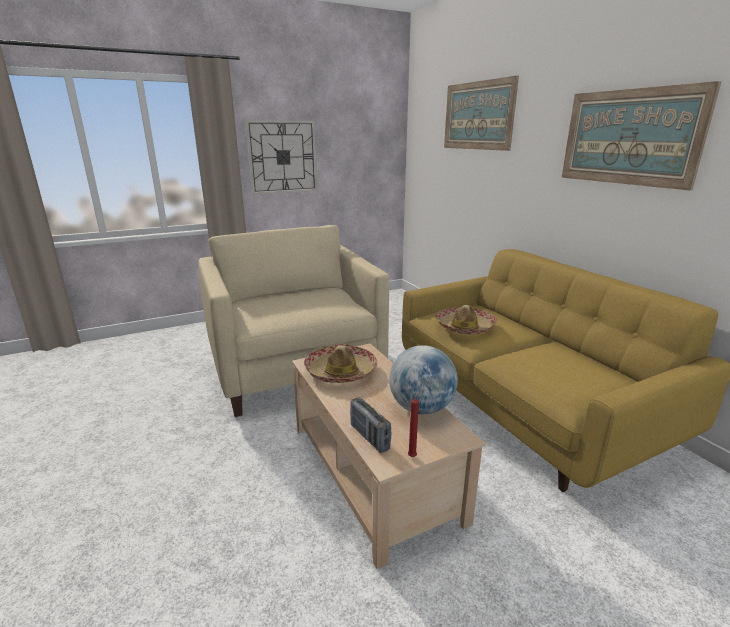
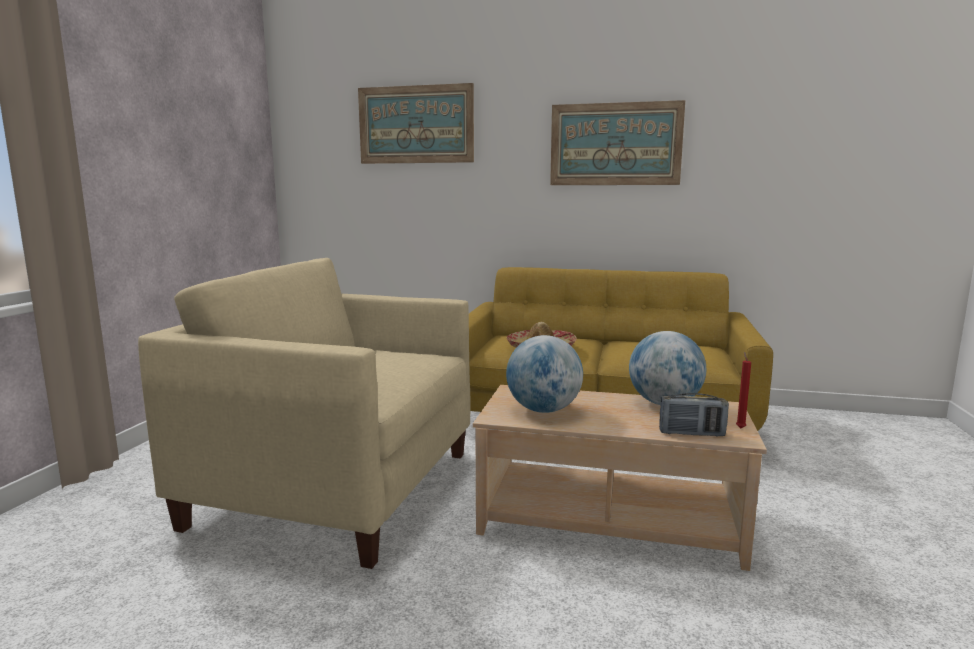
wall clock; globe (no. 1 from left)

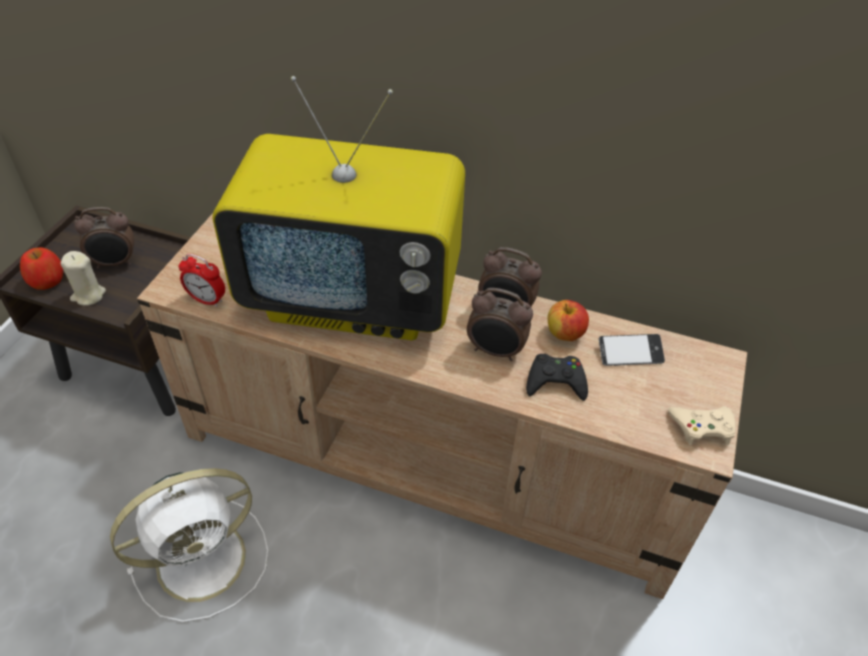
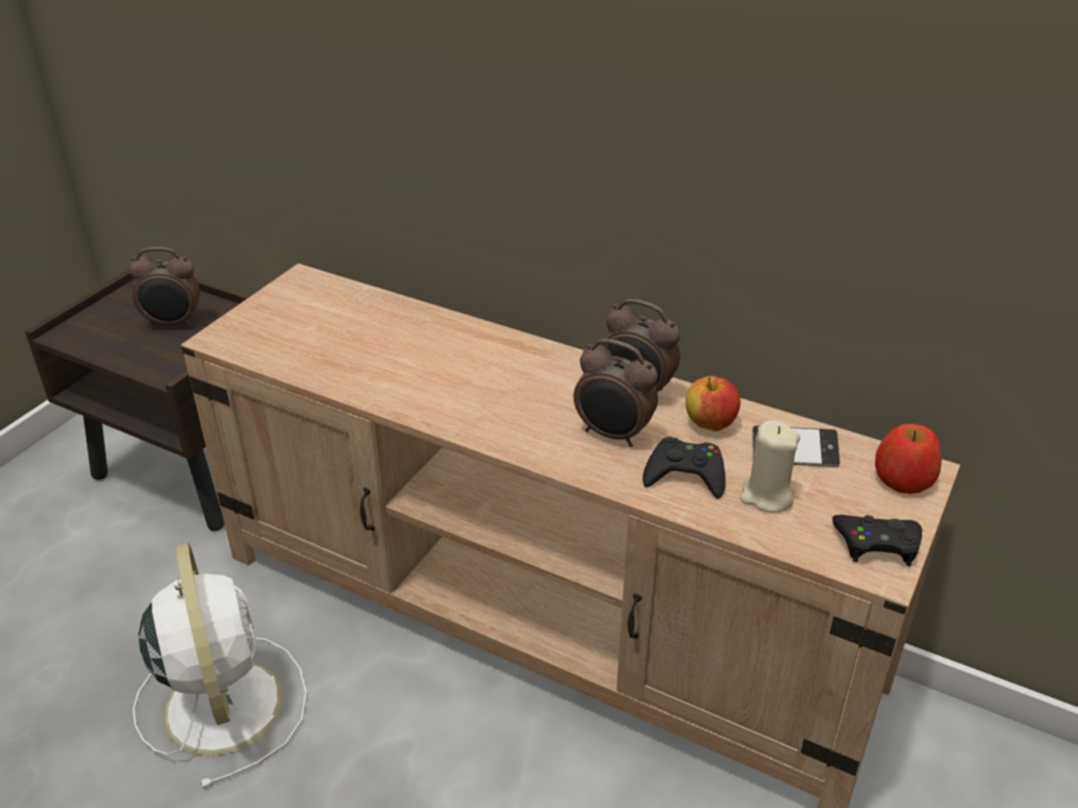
apple (no. 2 from left); candle in beige; fan in white; alarm clock (no. 2 from left in the first image); television; game controller in black (no. 2 from left)

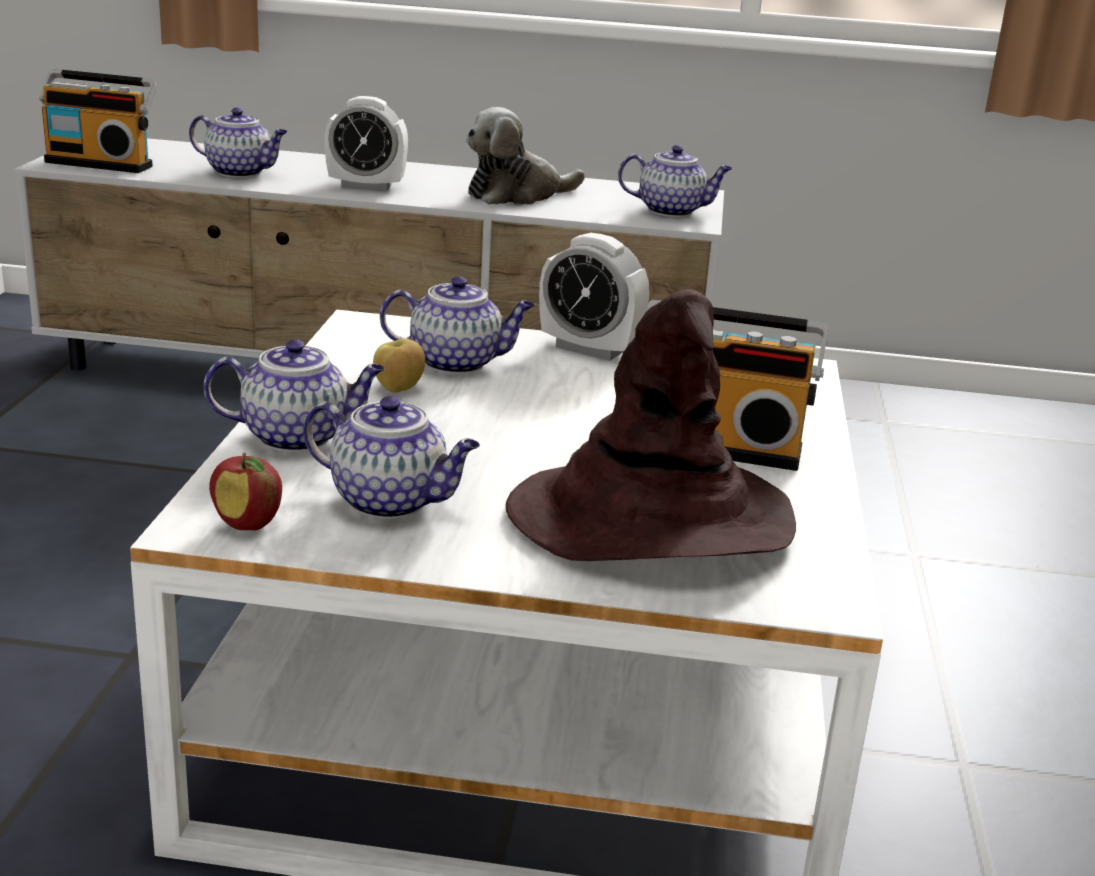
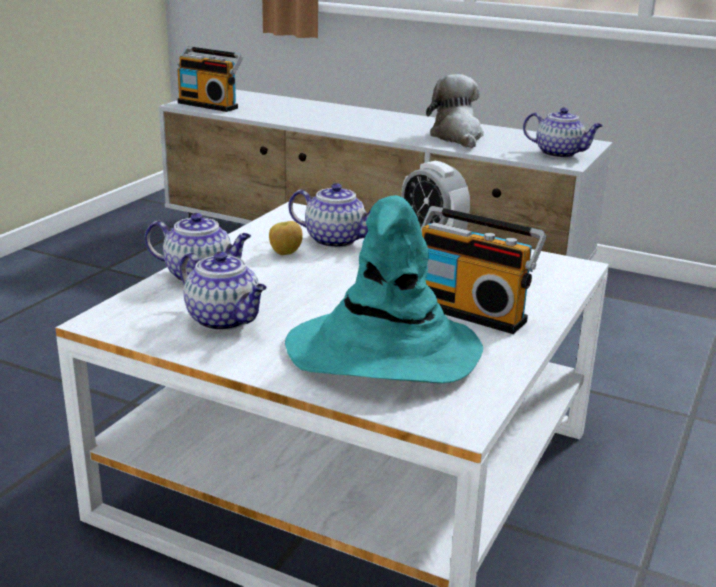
teapot (no. 1 from left in the first image); apple (no. 1 from left in the first image); alarm clock (no. 1 from left in the first image); plush toy; hat in turquoise

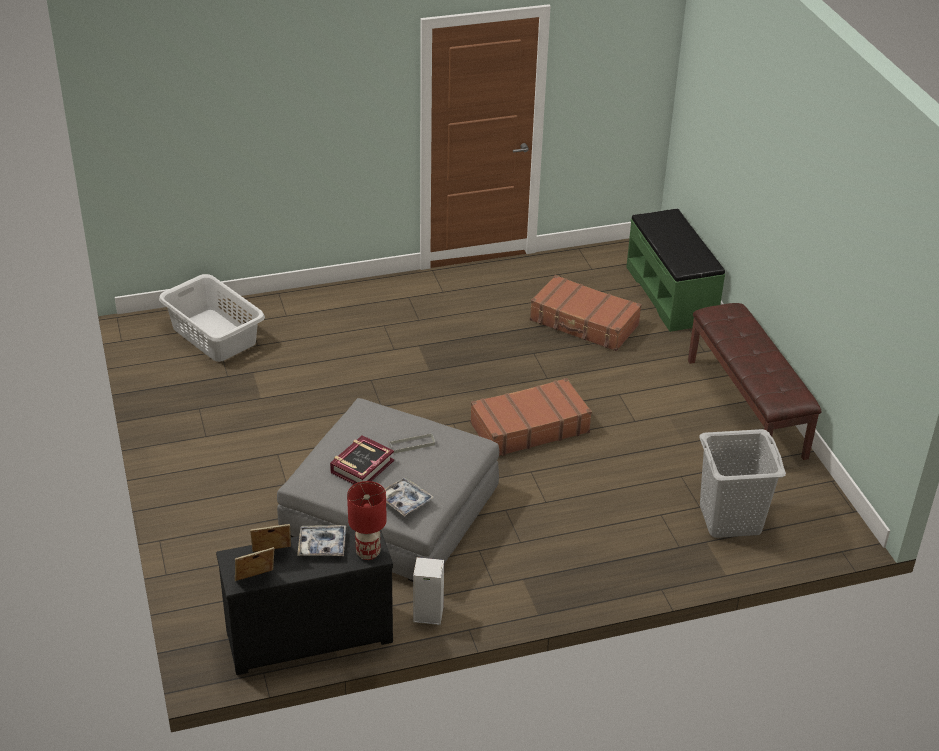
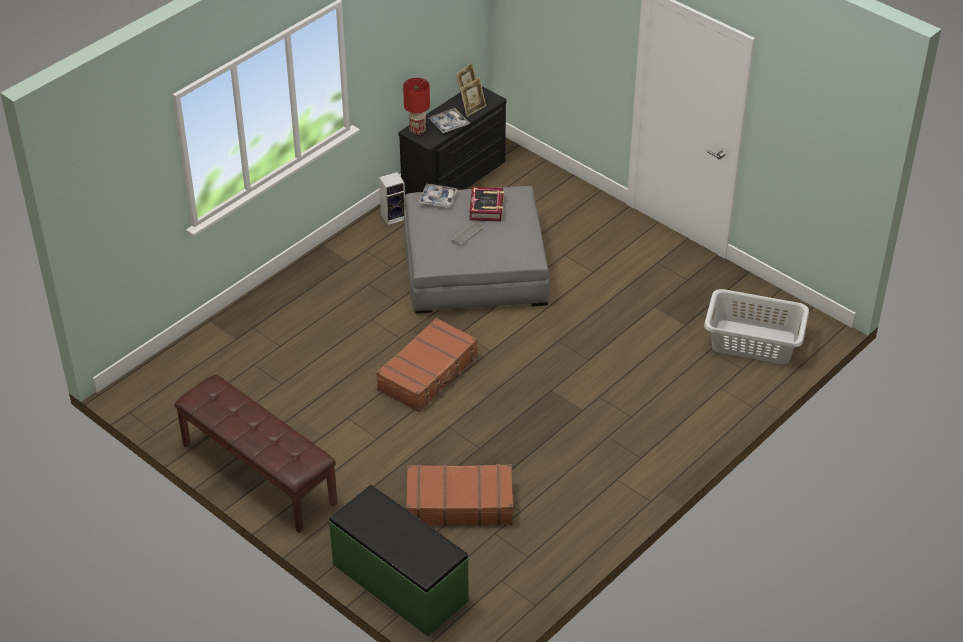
laundry basket in grey (no. 2 from left in the first image)

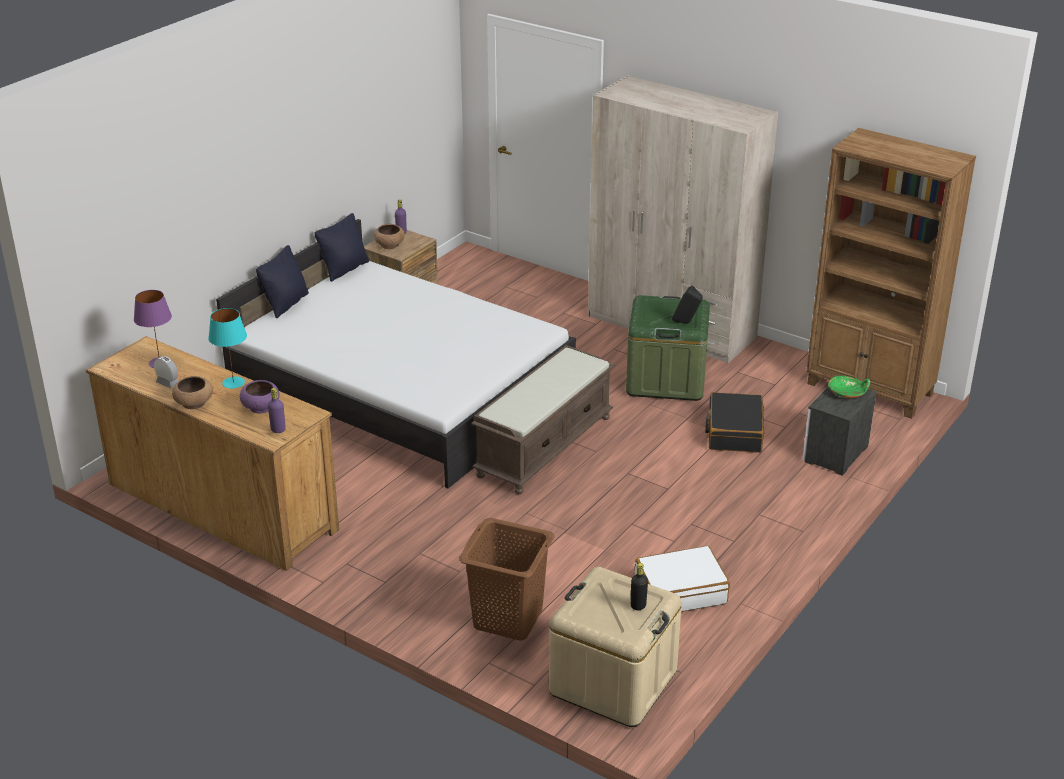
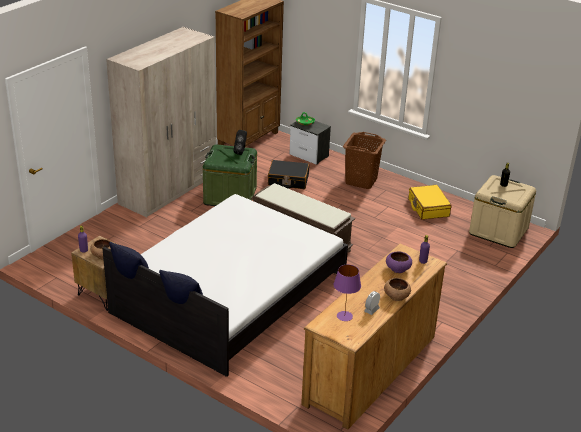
table lamp in turquoise; laundry basket in brown; suitcase in yellow

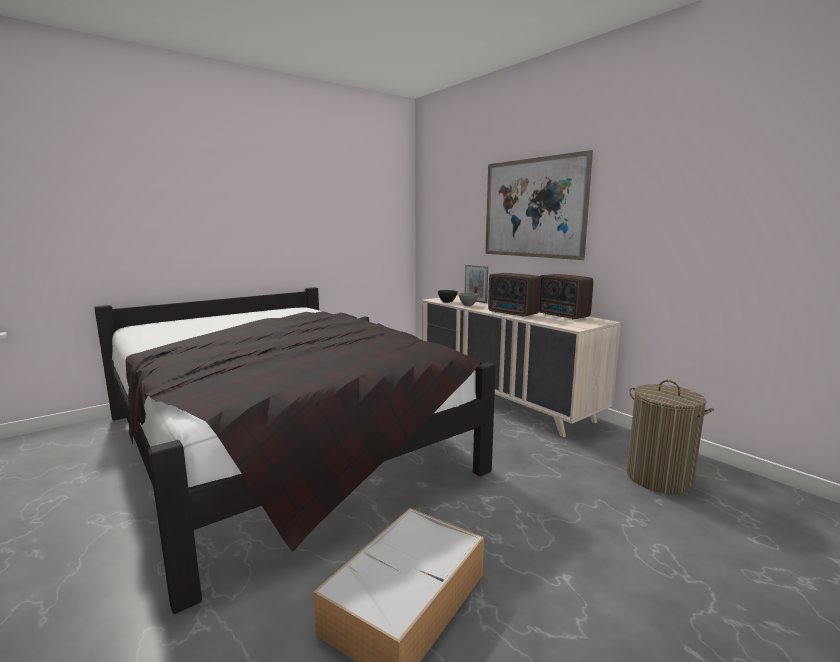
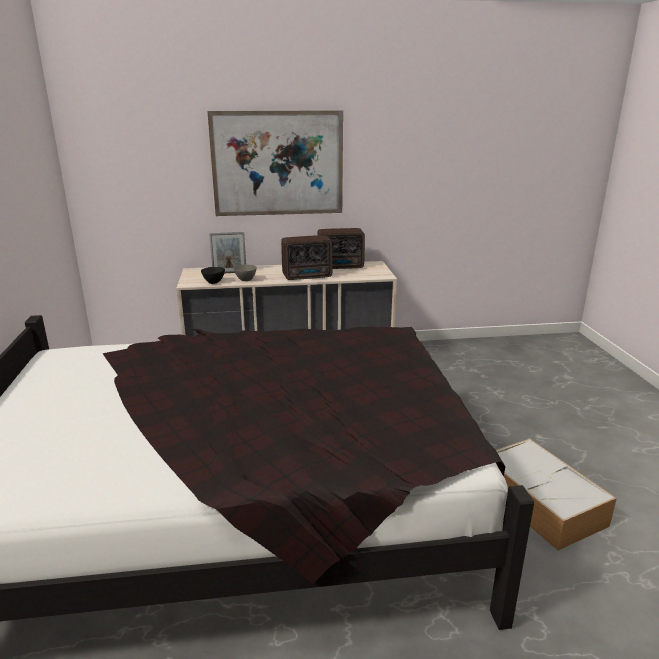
laundry basket

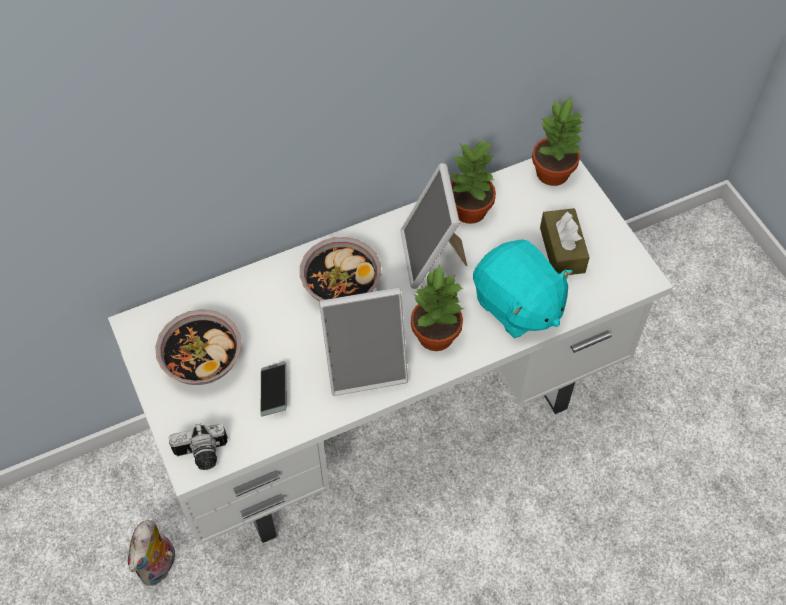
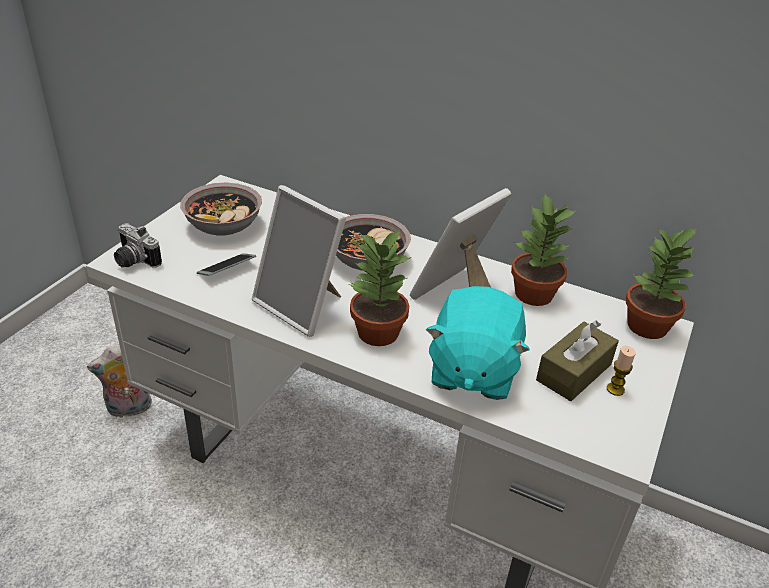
candle

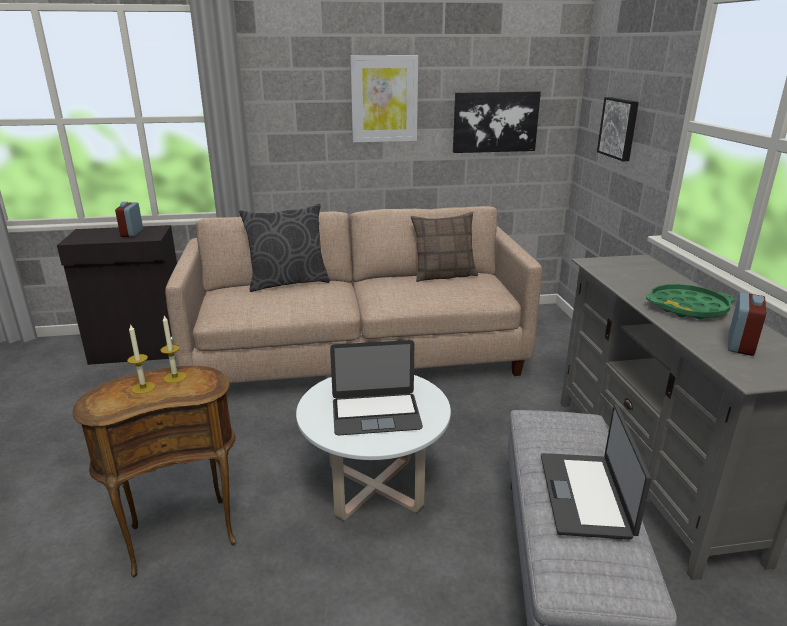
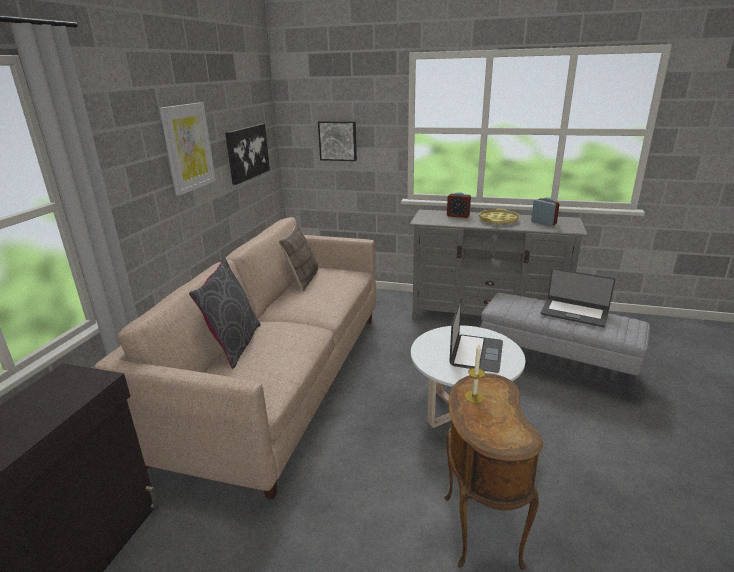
alarm clock (no. 1 from left); candle (no. 1 from left in the first image); tray in yellow

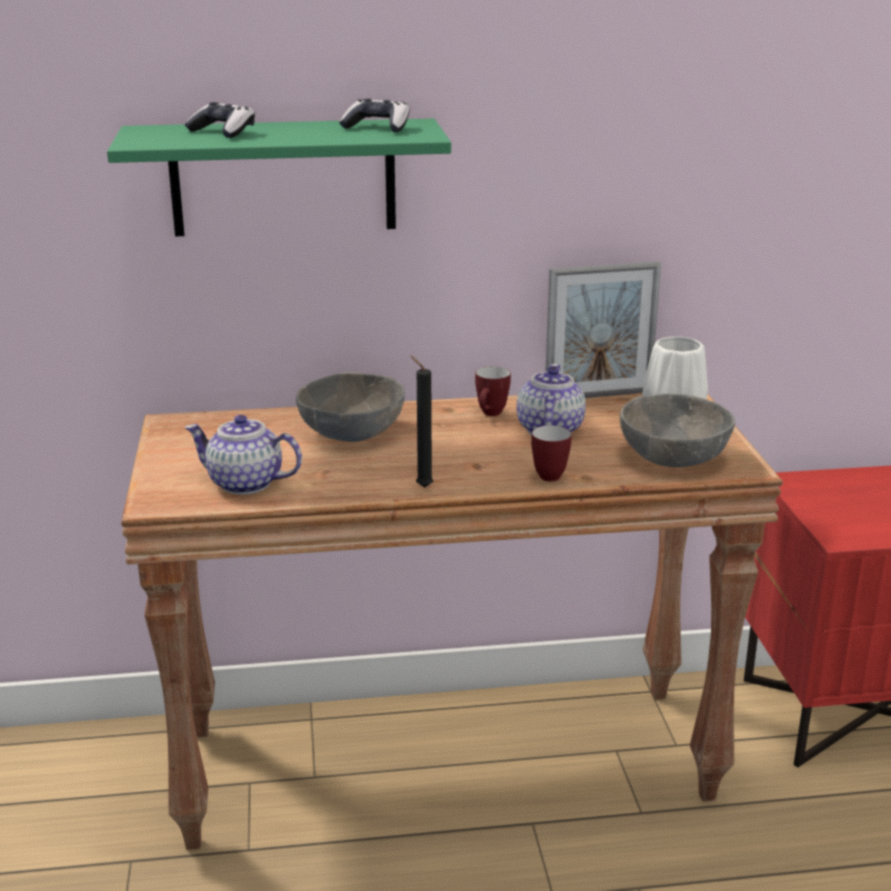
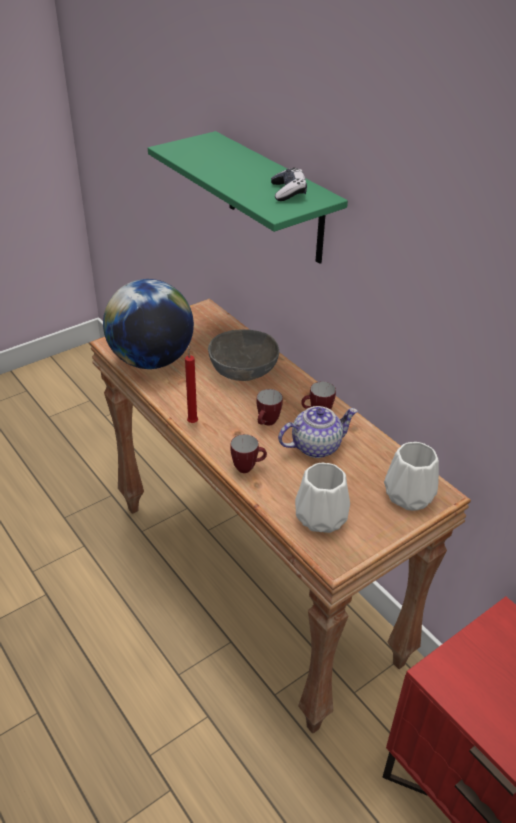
game controller (no. 1 from left in the first image); globe; candle in red; picture frame; vase in white (no. 1 from left); mug (no. 2 from left)

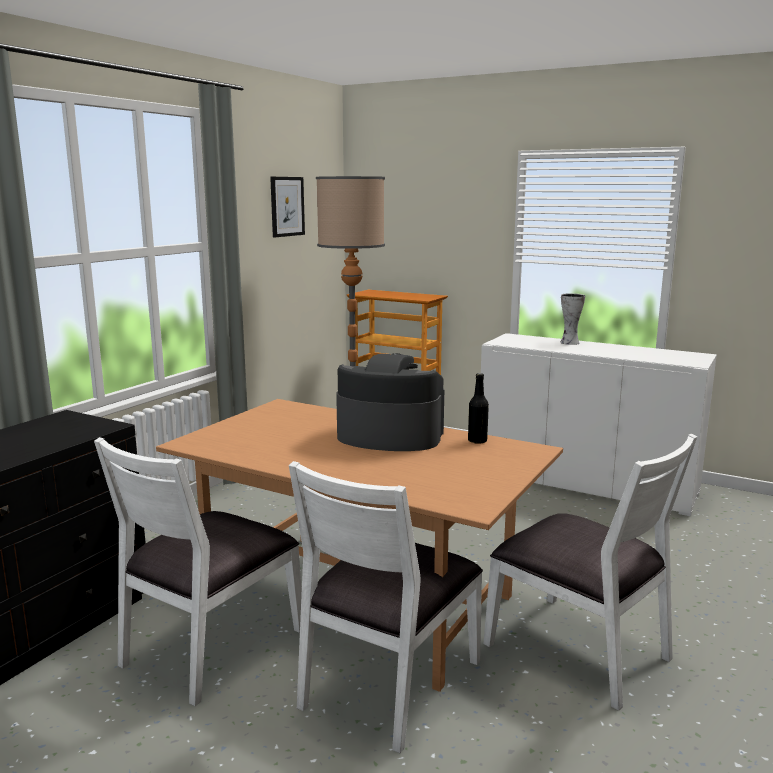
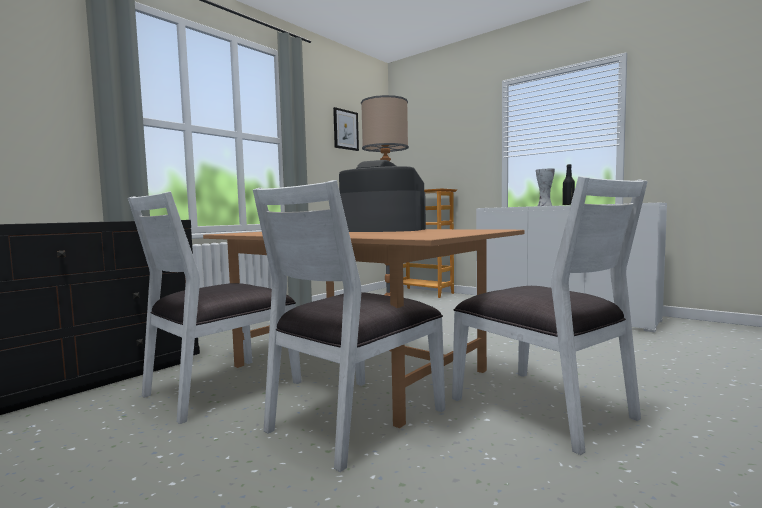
bottle in black

